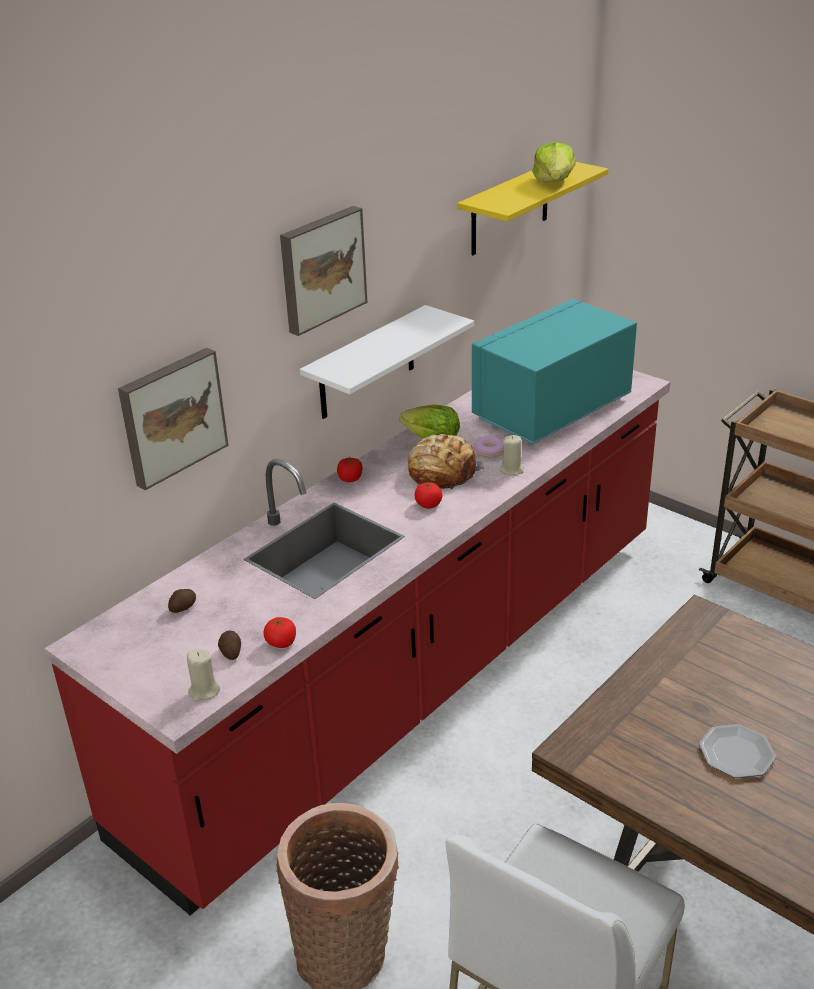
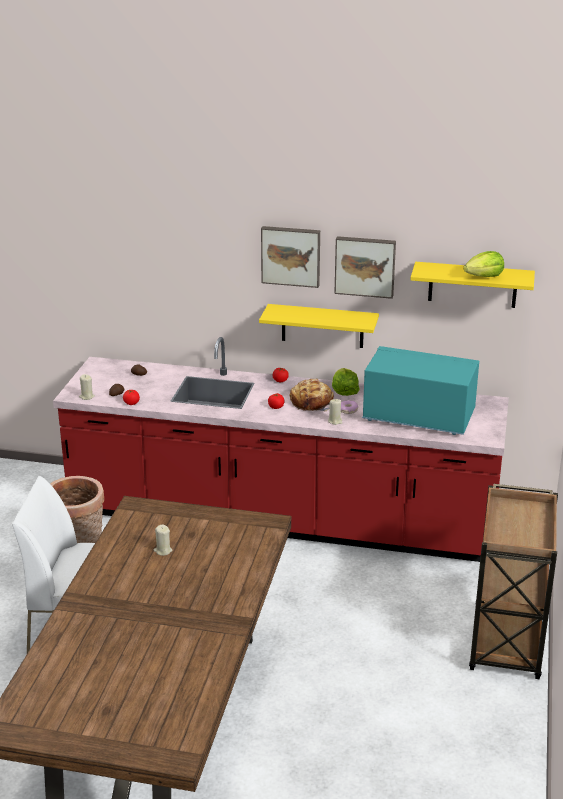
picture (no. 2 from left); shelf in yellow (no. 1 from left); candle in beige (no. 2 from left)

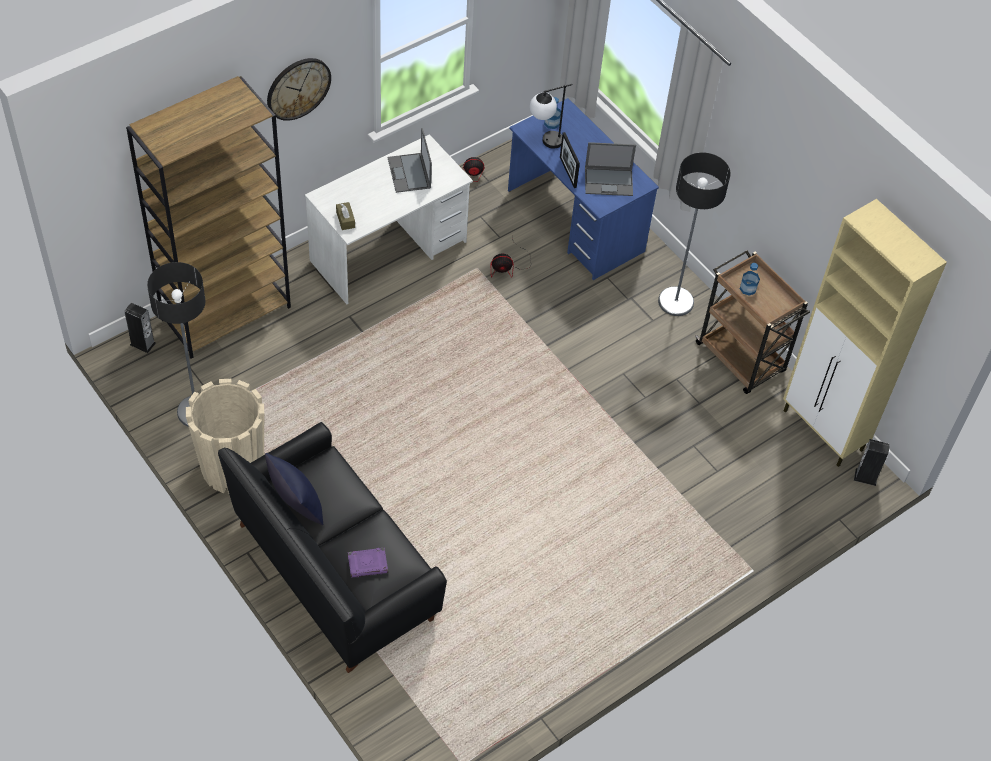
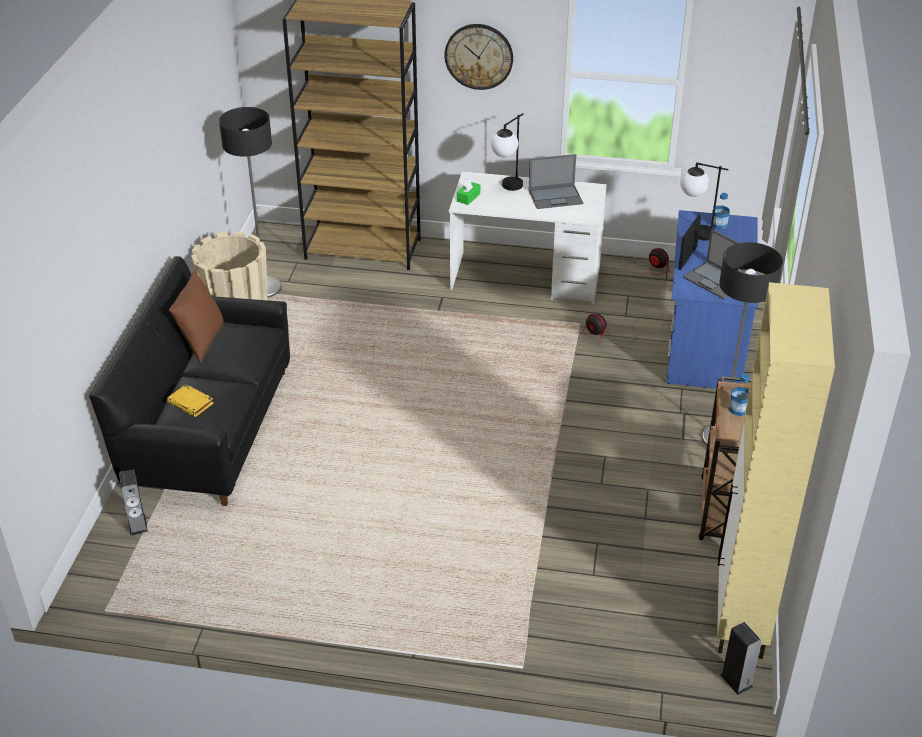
speaker (no. 1 from left); pillow in brown; tissue box in green; book in yellow; laptop (no. 1 from left); table lamp (no. 1 from left)

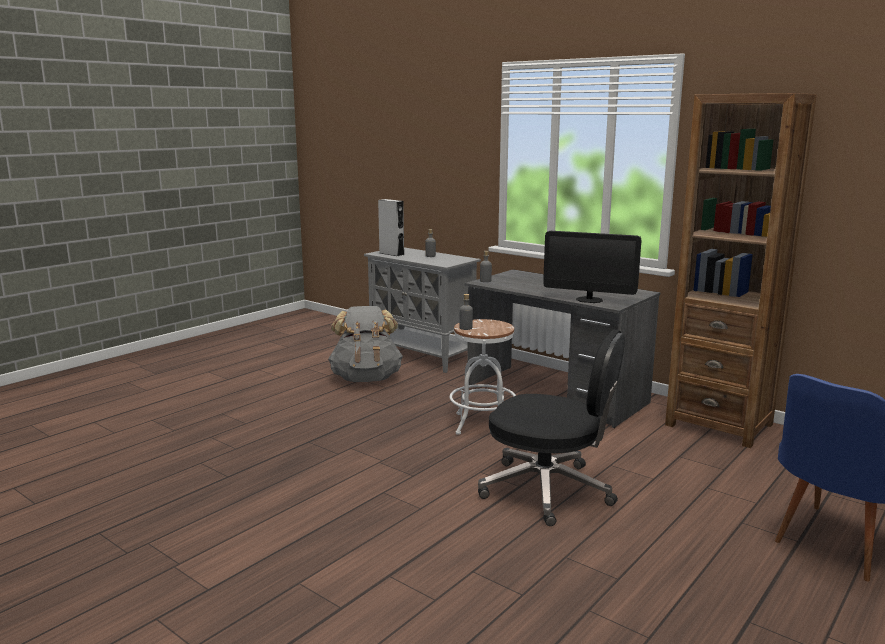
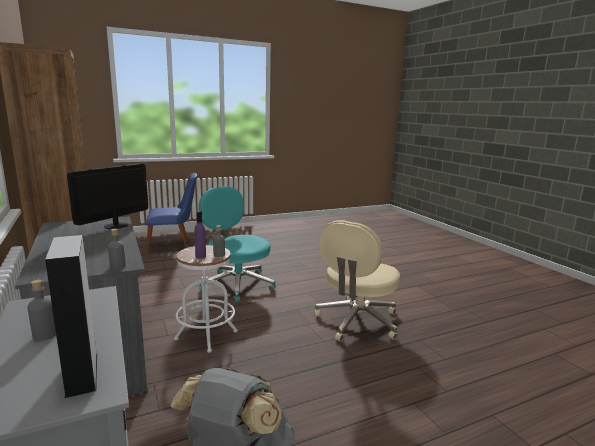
office chair in turquoise; monitor; bottle in purple; office chair in beige

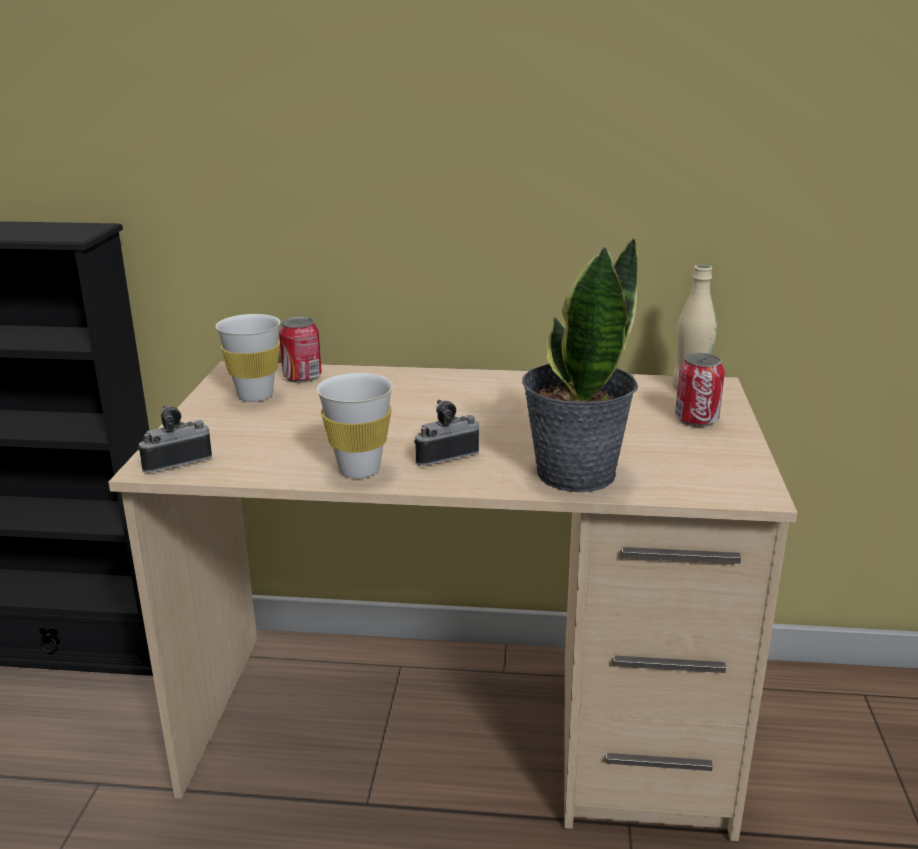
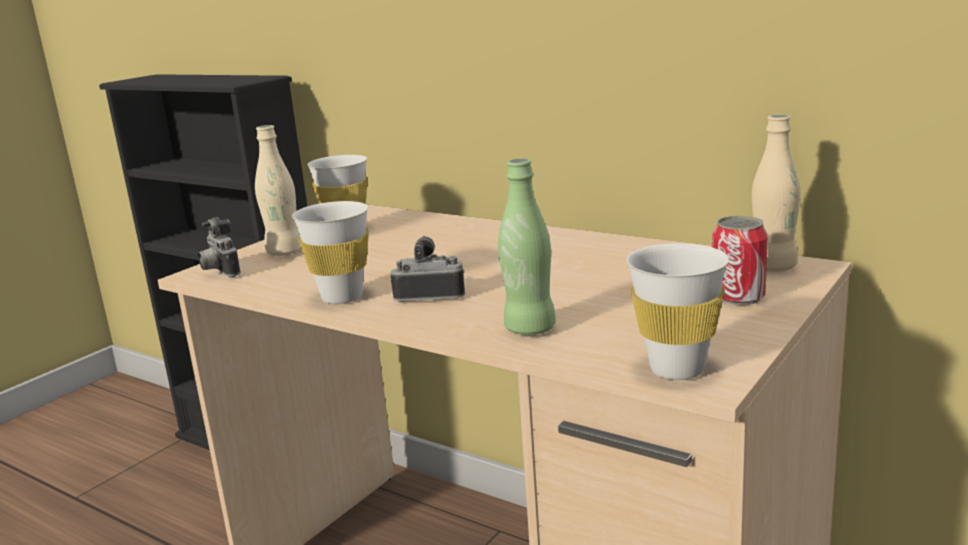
photo camera (no. 1 from left); can (no. 1 from left in the first image); bottle in green; bottle in beige (no. 1 from left); cup in white (no. 3 from left)

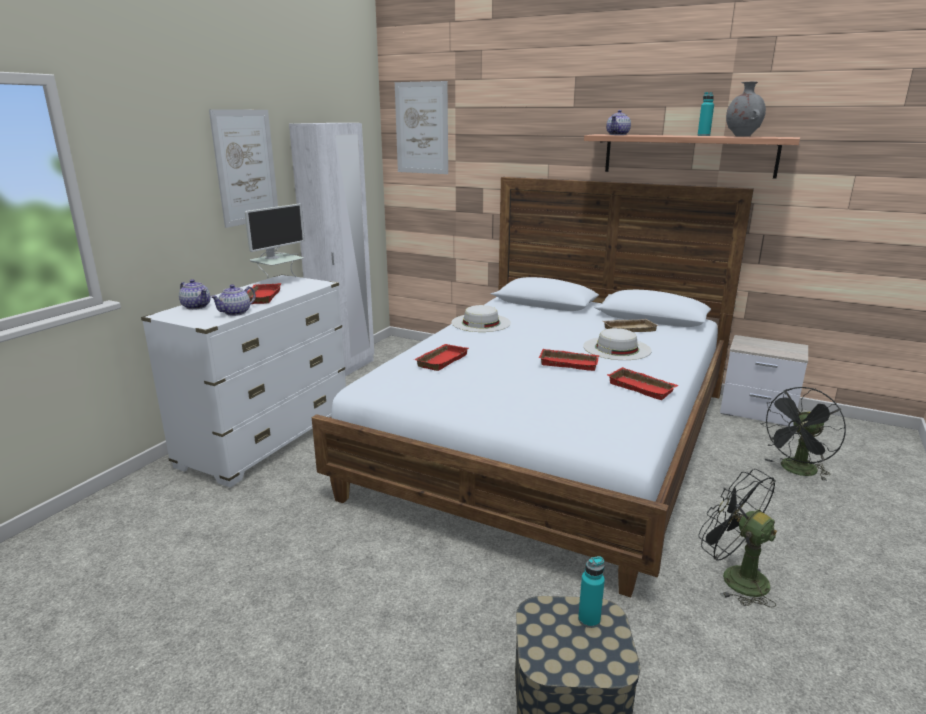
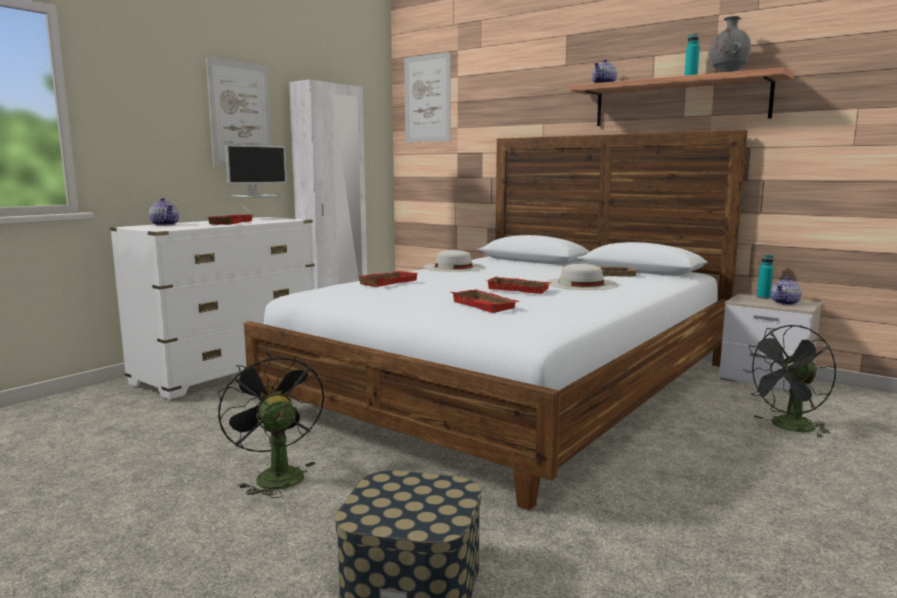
teapot (no. 3 from left); bottle in turquoise (no. 2 from left); tray in red (no. 3 from left); fan in black (no. 1 from left)

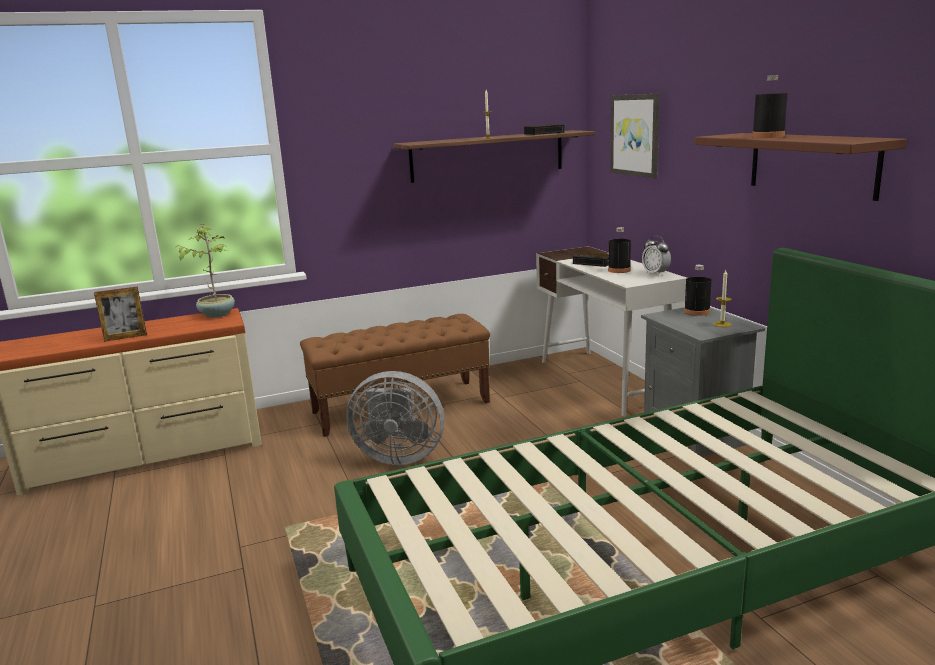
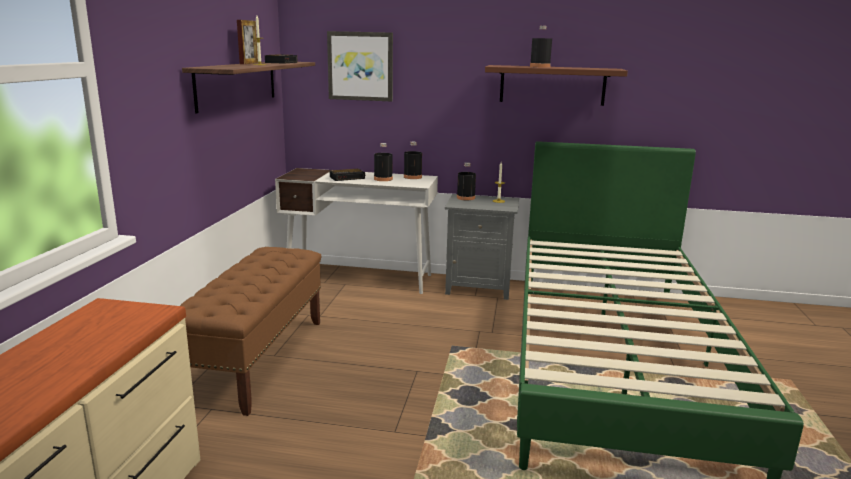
picture frame; potted plant; fan in grey; bottle in black (no. 2 from left)

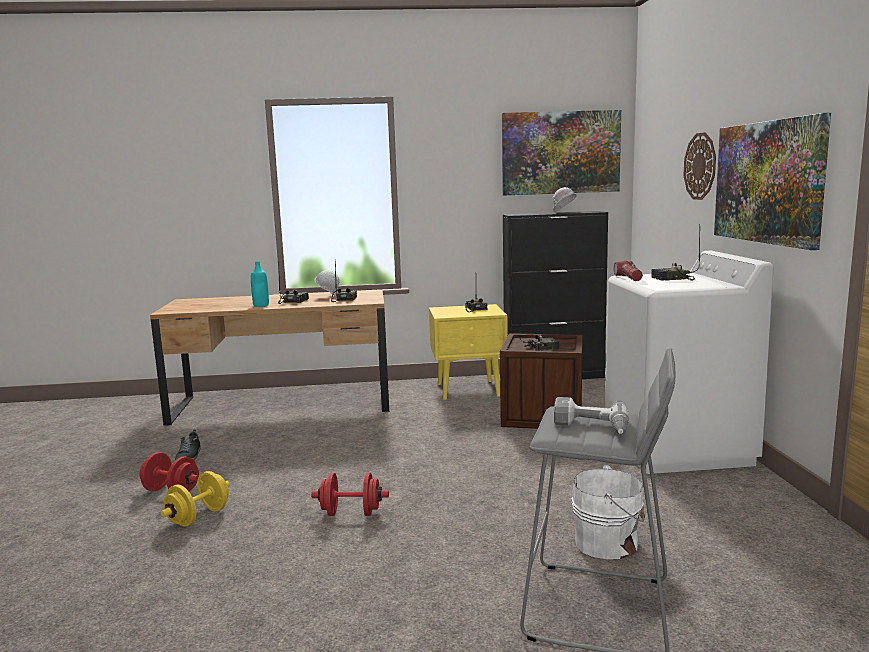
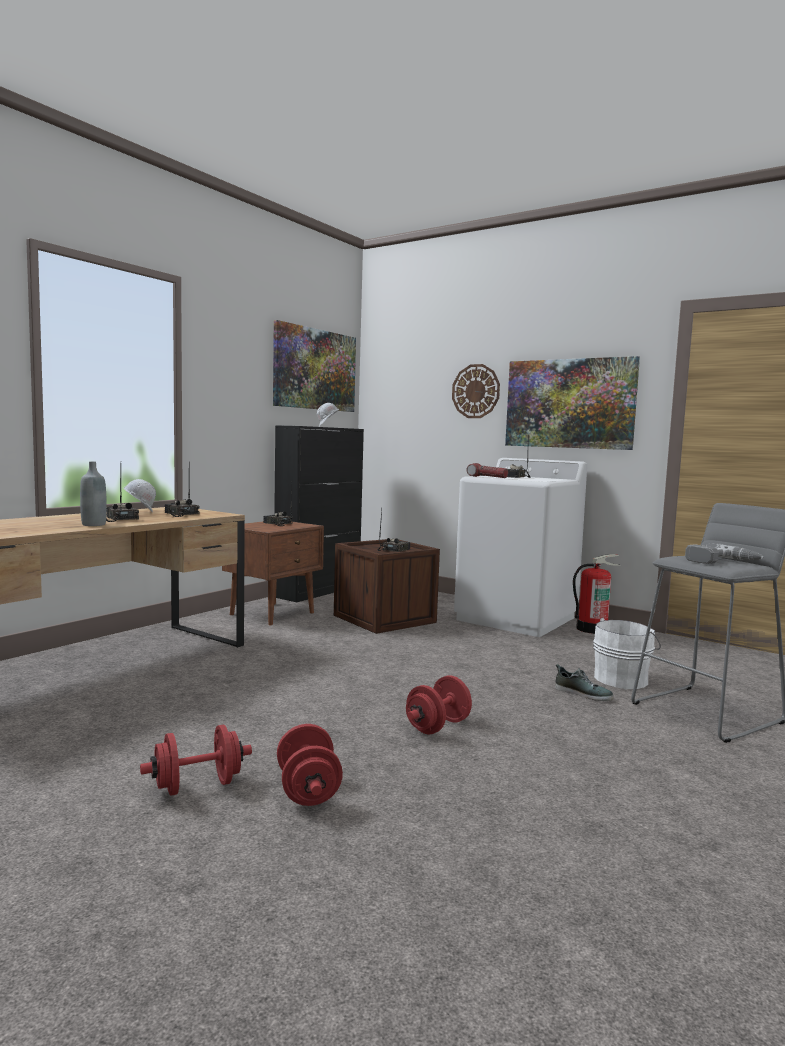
dumbbell in red (no. 2 from left); shoe; bottle in grey; nightstand in brown; fire extinguisher

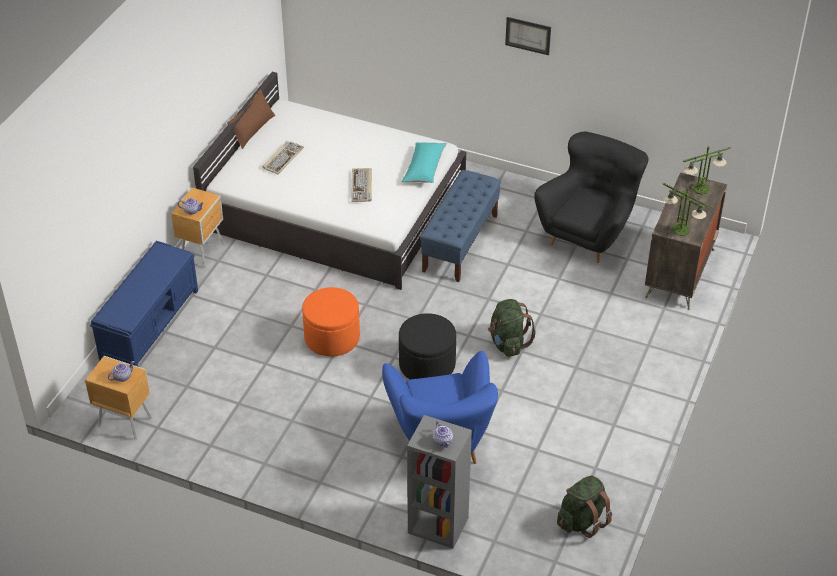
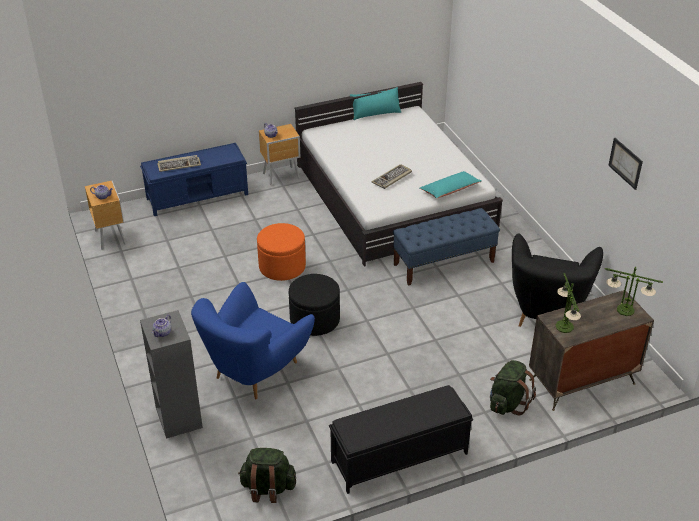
pillow in turquoise (no. 1 from left); keyboard (no. 1 from left); backpack in green (no. 2 from left); picture; armchair in black; bench in black

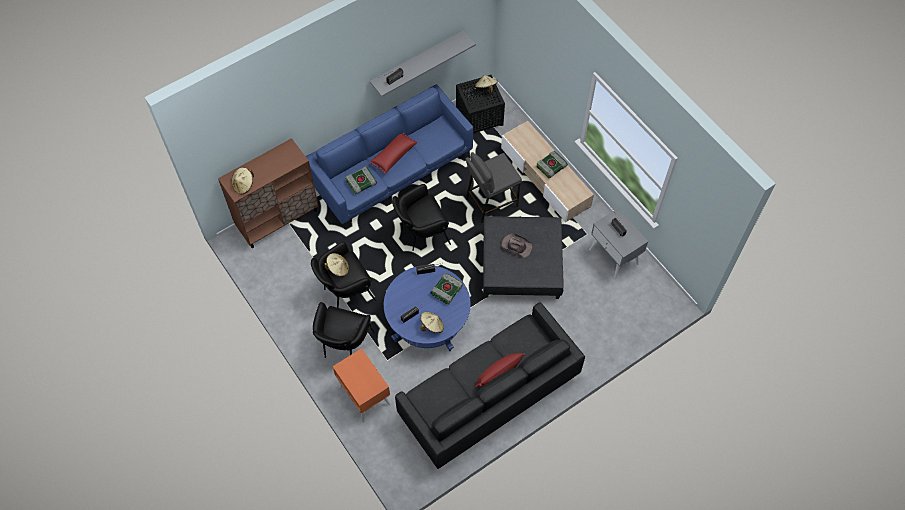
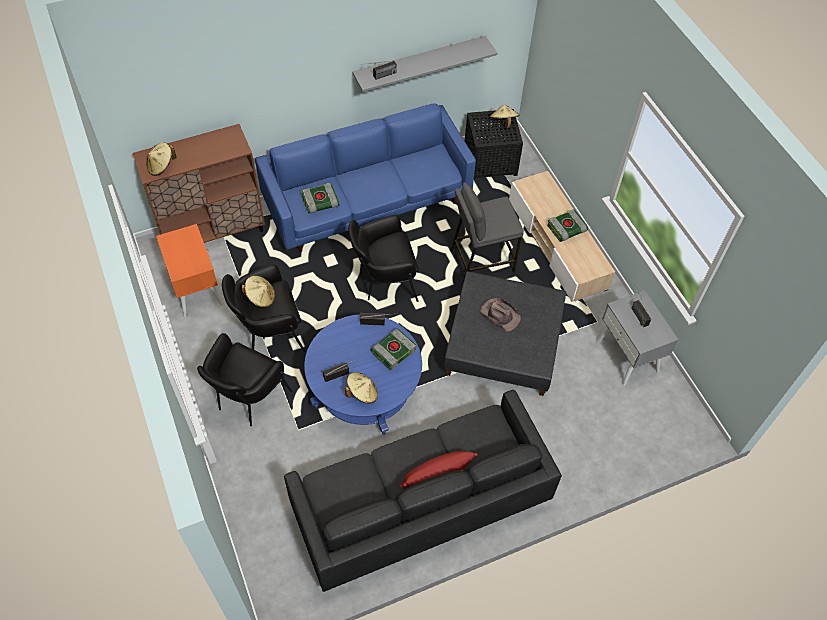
nightstand in orange; pillow in red (no. 1 from left in the first image)

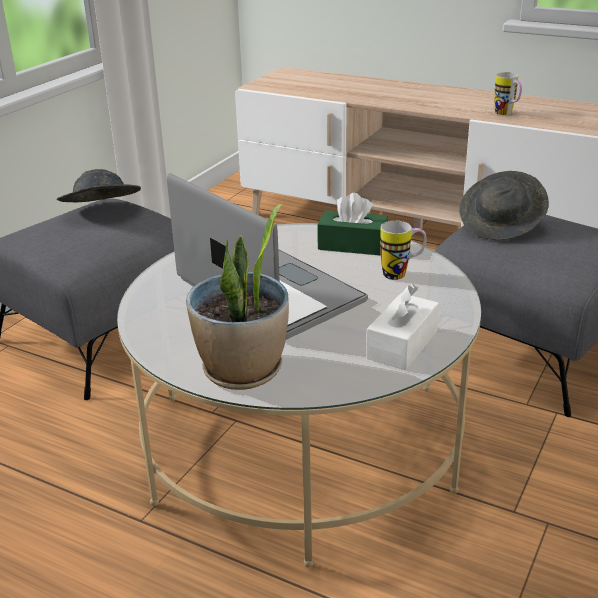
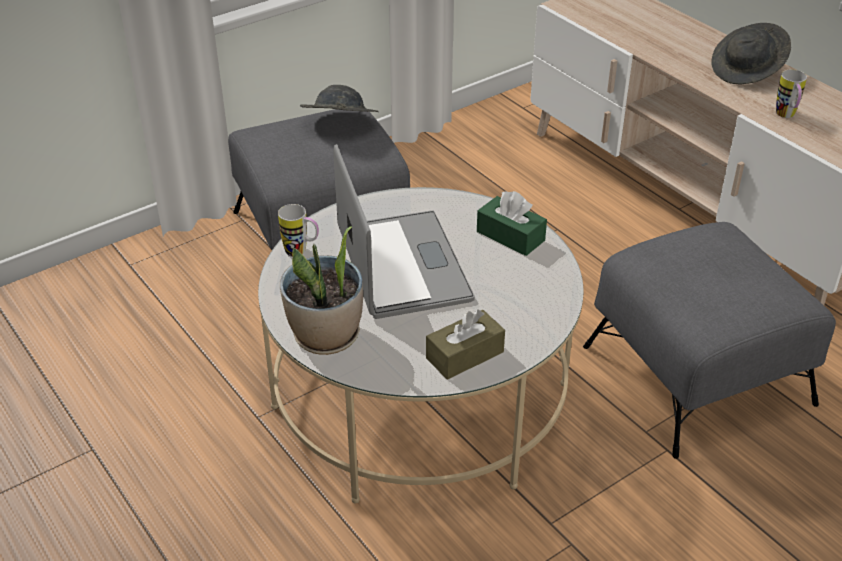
tissue box in brown; mug (no. 1 from left); hat in grey (no. 2 from left)

